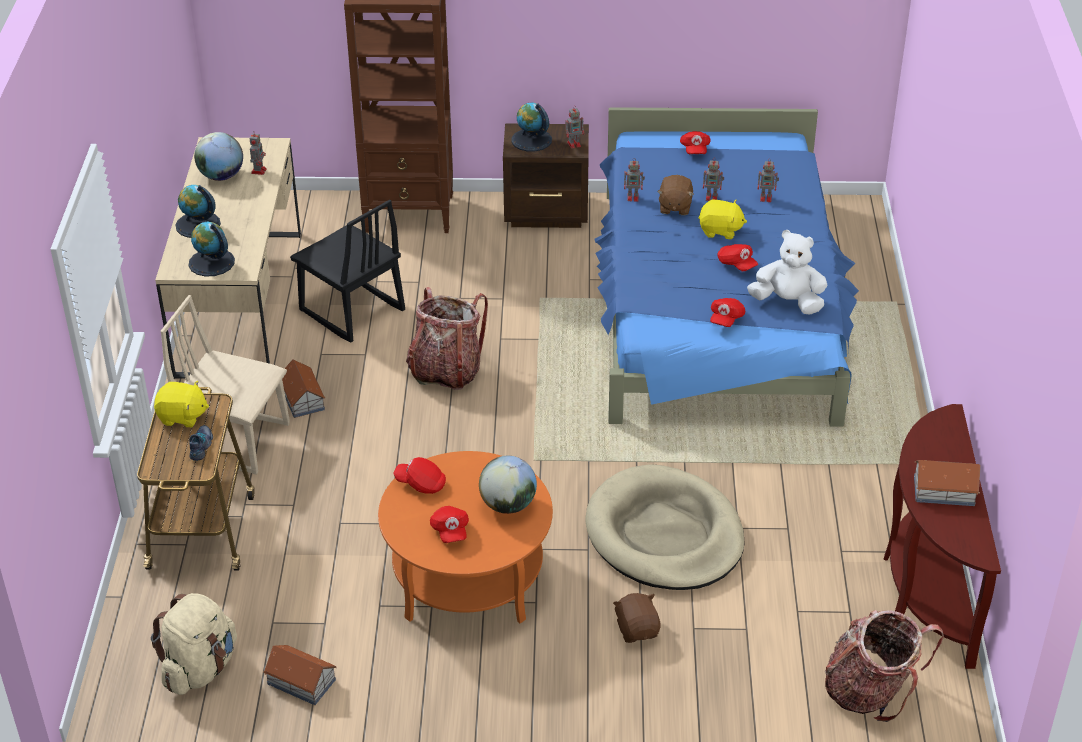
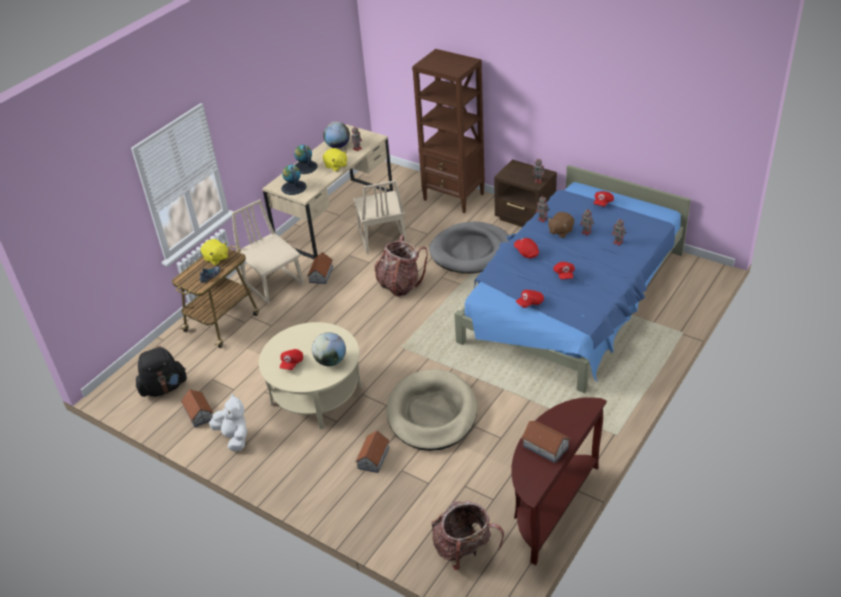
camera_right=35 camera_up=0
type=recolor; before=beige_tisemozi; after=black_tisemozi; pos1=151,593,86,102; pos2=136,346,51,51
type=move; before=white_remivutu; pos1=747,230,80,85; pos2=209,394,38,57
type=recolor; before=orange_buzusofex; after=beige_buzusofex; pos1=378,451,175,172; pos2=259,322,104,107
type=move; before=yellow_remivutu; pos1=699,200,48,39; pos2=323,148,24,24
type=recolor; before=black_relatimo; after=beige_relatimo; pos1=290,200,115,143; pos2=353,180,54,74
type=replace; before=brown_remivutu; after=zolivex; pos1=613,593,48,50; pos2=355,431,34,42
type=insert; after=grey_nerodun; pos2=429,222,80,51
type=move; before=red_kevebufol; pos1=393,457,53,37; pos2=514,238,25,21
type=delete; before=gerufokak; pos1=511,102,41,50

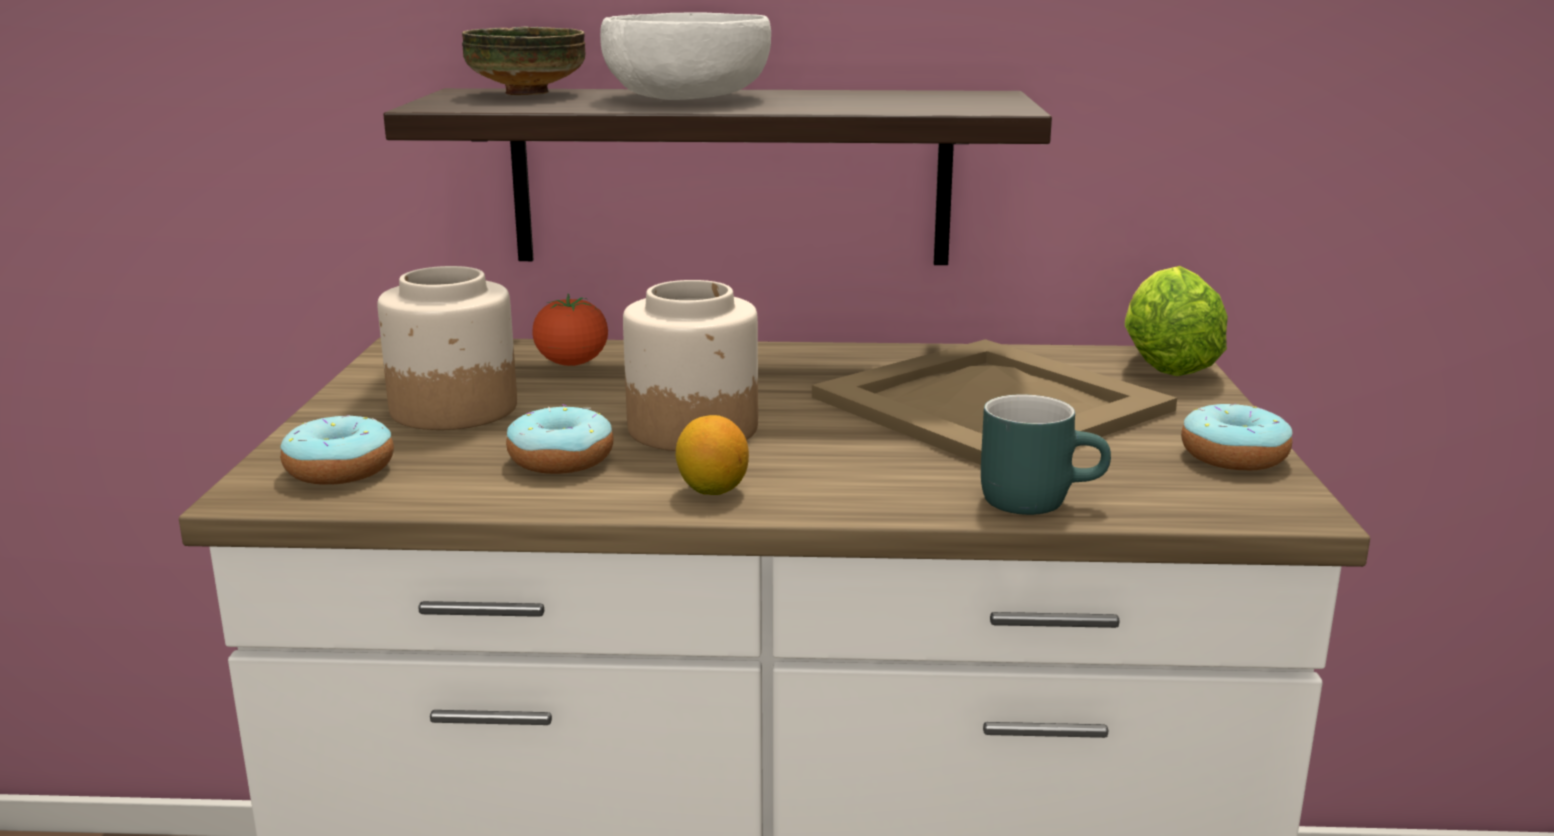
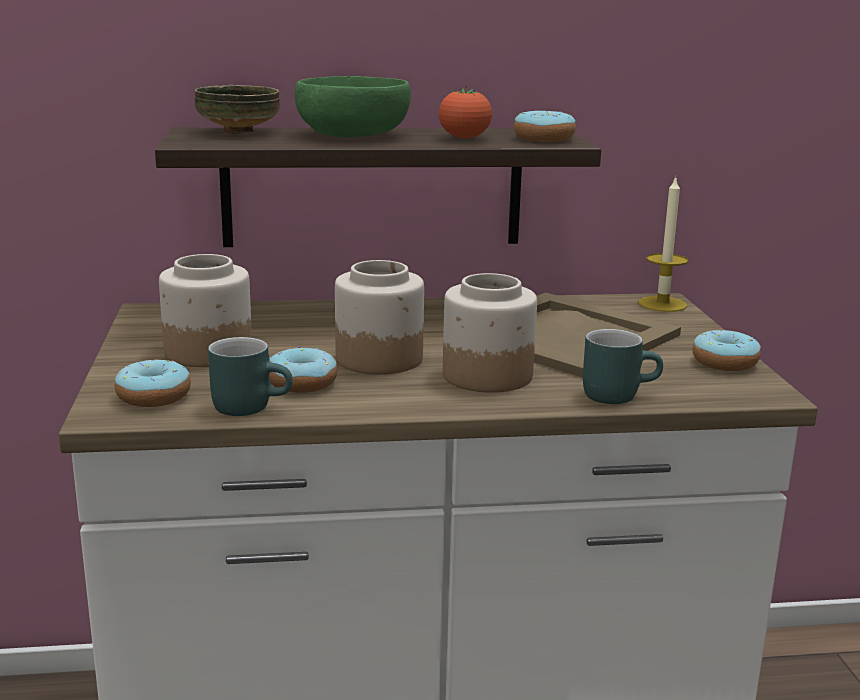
camera_right=-10 camera_up=0
type=insert; after=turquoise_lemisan; pos2=208,337,85,79
type=recolor; before=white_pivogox; after=green_pivogox; pos1=600,12,171,88; pos2=295,76,116,61
type=move; before=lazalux; pos1=532,294,76,72; pos2=439,85,53,54
type=insert; after=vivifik; pos2=443,273,94,120
type=insert; after=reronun; pos2=514,110,62,32
type=replace; before=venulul; after=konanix; pos1=1125,266,103,110; pos2=639,175,49,137
type=delete; before=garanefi; pos1=676,415,73,80

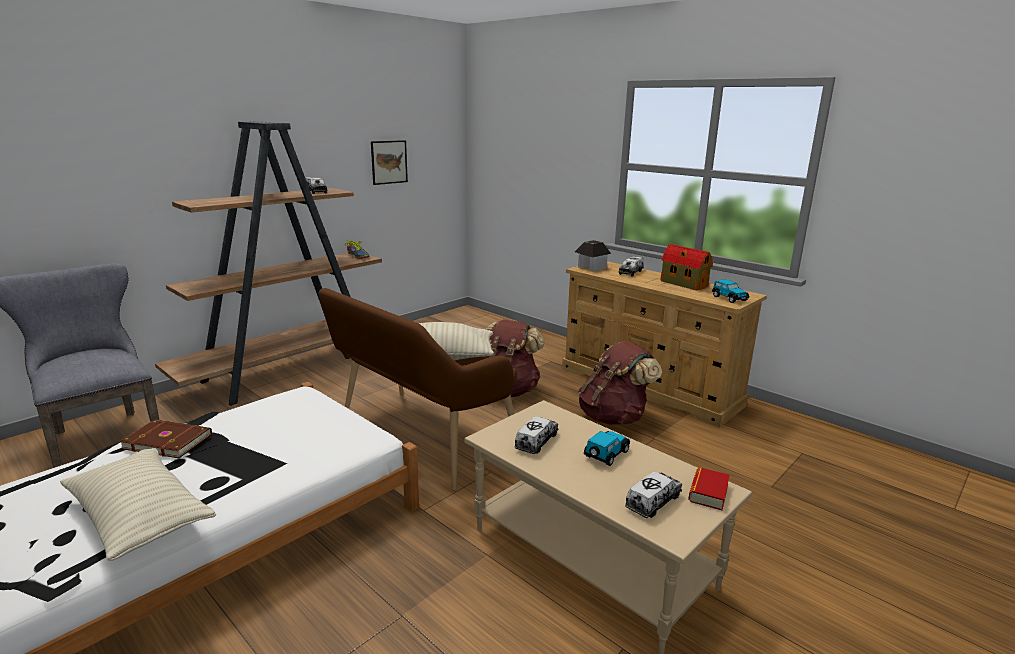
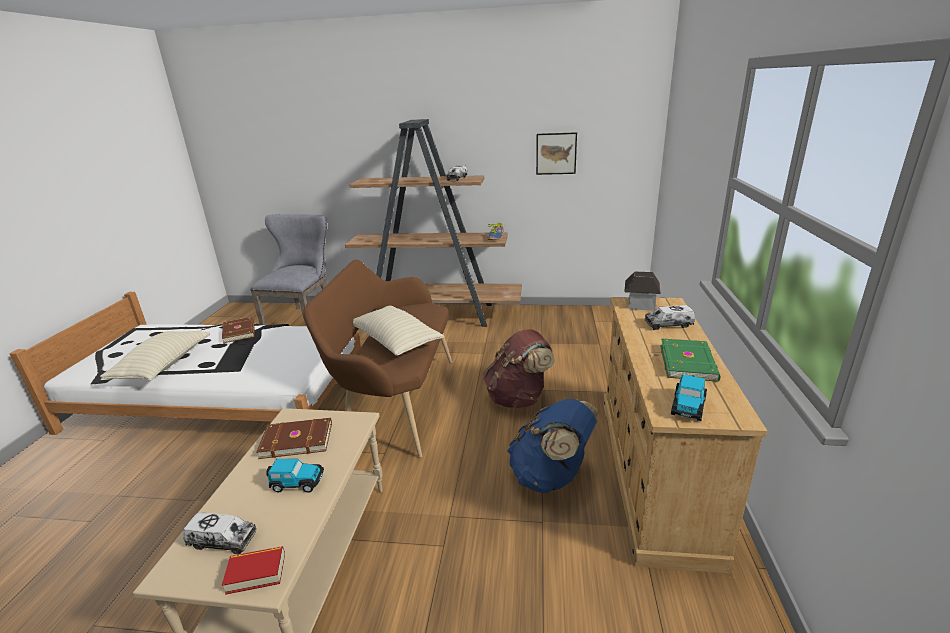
camera_right=55 camera_up=5
type=replace; before=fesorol; after=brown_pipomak; pos1=514,417,45,37; pos2=256,418,76,41
type=recolor; before=brown_tisemozi; after=blue_tisemozi; pos1=578,341,84,84; pos2=508,399,90,94
type=replace; before=zolivex; after=green_pipomak; pos1=660,244,53,47; pos2=660,338,60,44

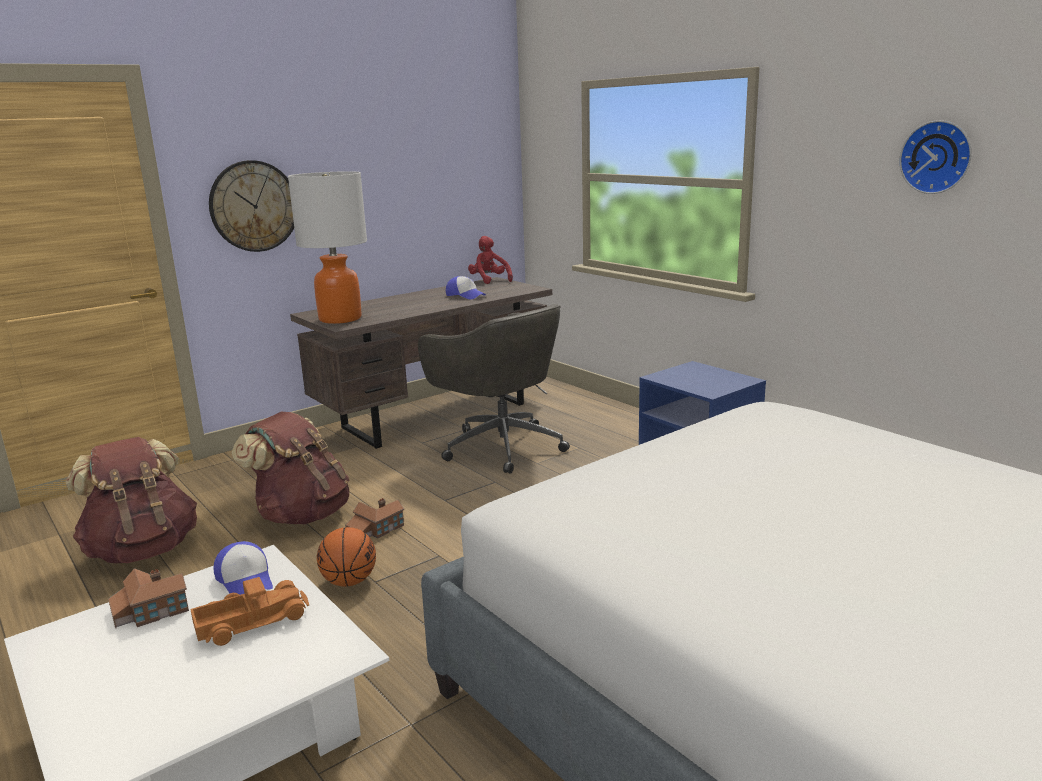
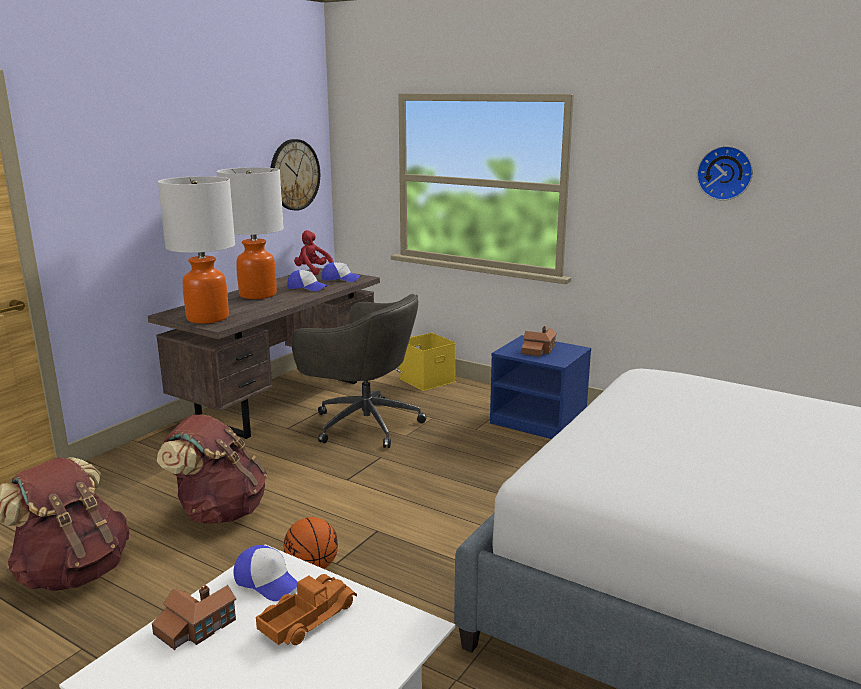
camera_right=-20 camera_up=0
type=insert; after=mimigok; pos2=217,167,67,132
type=move; before=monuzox; pos1=209,160,85,92; pos2=270,139,50,72
type=insert; after=kevebufol; pos2=322,262,39,20
type=insert; after=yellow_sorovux; pos2=400,333,56,58
type=move; before=zolivex; pos1=345,498,59,40; pos2=521,326,36,31

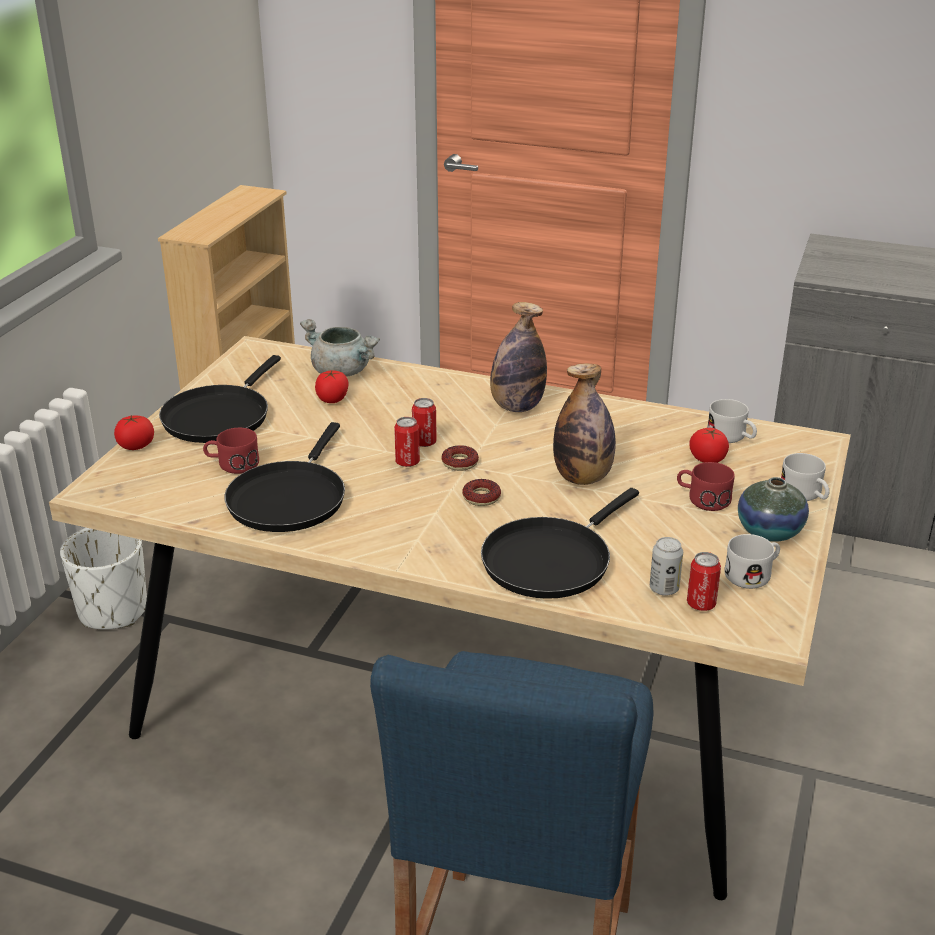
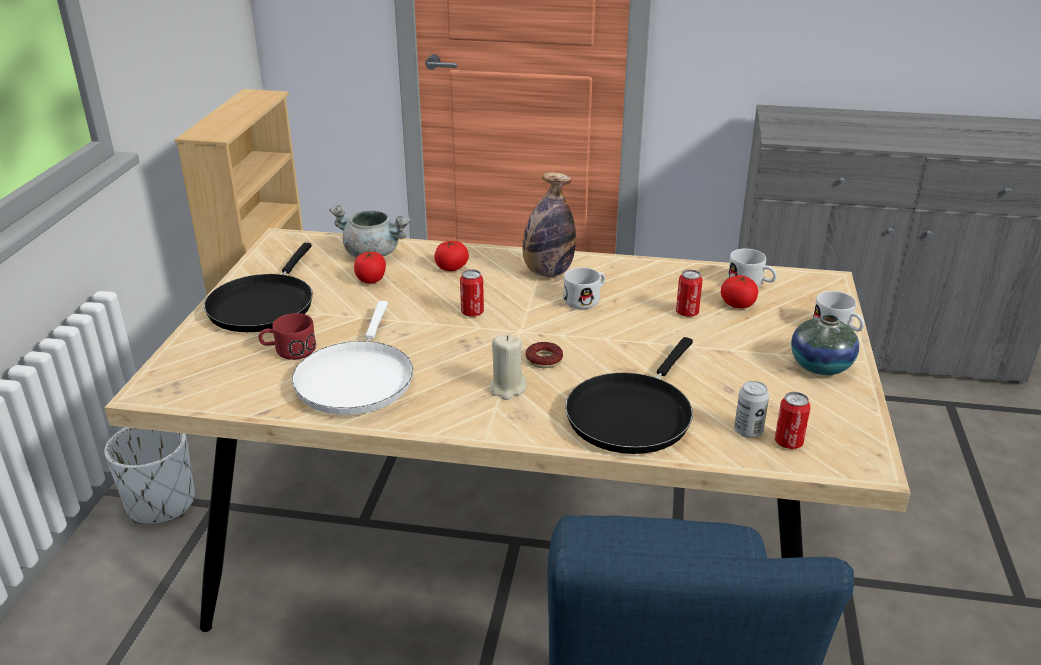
camera_right=-10 camera_up=0
type=recolor; before=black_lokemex; after=white_lokemex; pos1=224,422,121,110; pos2=292,301,121,114
type=move; before=lazalux; pos1=114,415,40,35; pos2=434,240,35,31
type=insert; after=beige_konanix; pos2=490,334,37,66
type=move; before=white_lemisan; pos1=724,534,56,55; pos2=563,267,42,42
type=move; before=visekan; pos1=394,417,26,50; pos2=676,270,26,47
type=delete; before=reronun; pos1=442,445,37,26
type=delete; before=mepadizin; pos1=553,363,63,122
type=delete; before=red_lemisan; pos1=677,462,58,49

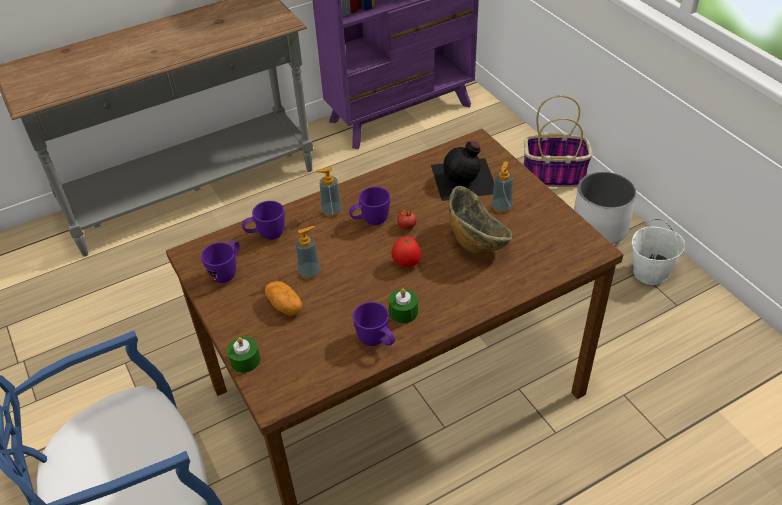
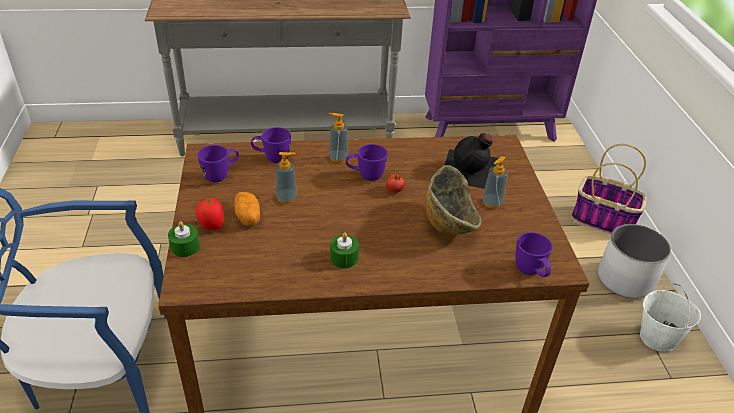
camera_right=20 camera_up=-5
type=move; before=lazalux; pos1=391,236,30,31; pos2=195,198,29,32
type=move; before=purple_lemisan; pos1=353,302,42,44; pos2=515,232,37,45

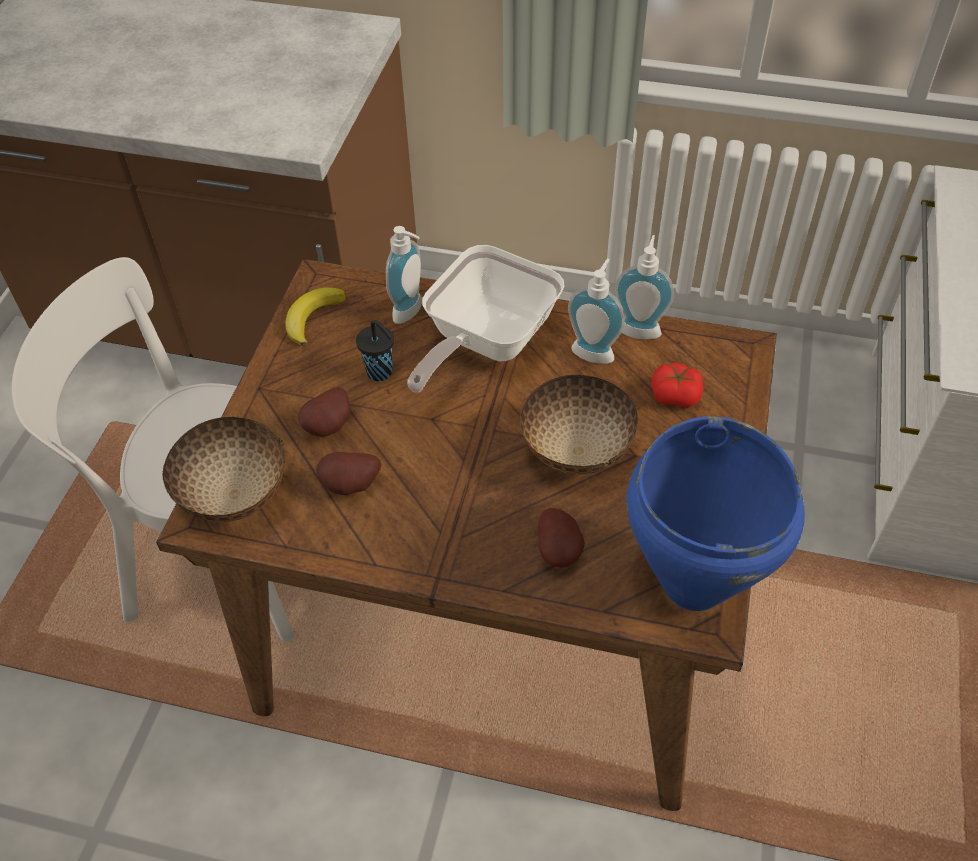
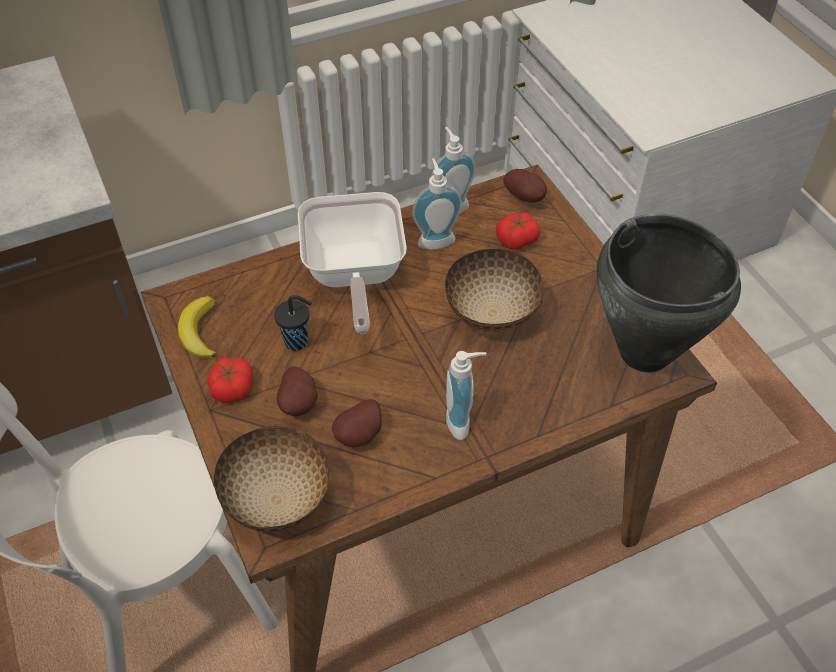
camera_right=-40 camera_up=0
type=insert; after=lazalux; pos2=207,357,46,46
type=move; before=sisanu; pos1=386,226,36,98; pos2=446,351,40,89
type=move; before=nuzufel; pos1=538,508,47,60; pos2=503,169,44,34
type=recolor; before=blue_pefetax; after=black_pefetax; pos1=626,416,179,195; pos2=597,214,144,158

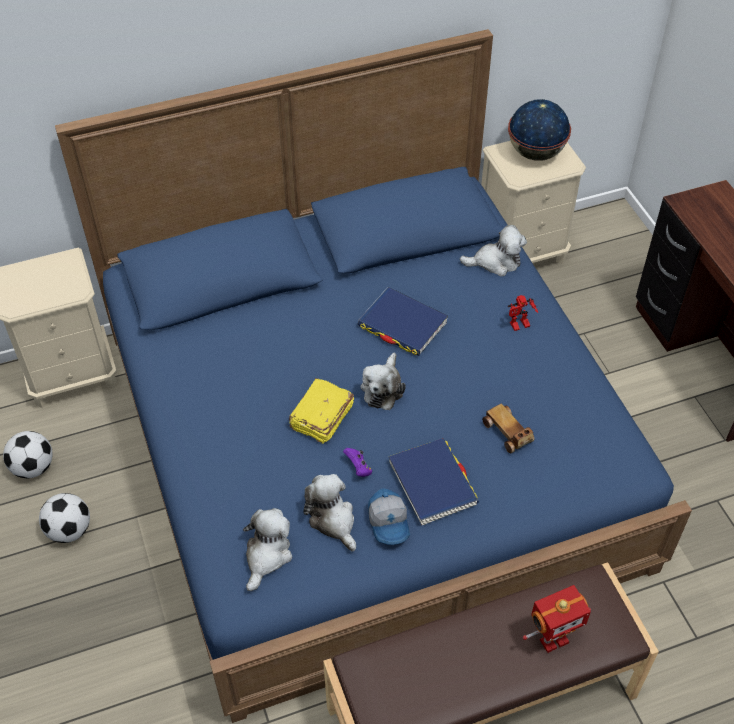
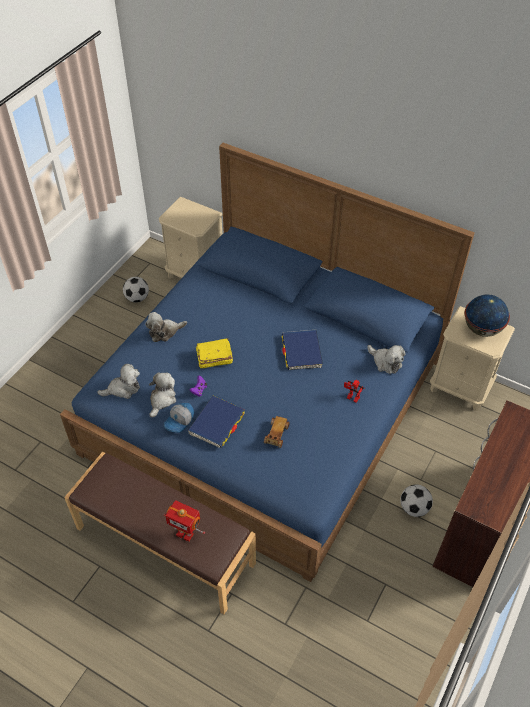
camera_right=50 camera_up=0
type=move; before=remivutu; pos1=361,353,45,57; pos2=145,312,42,30
type=move; before=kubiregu; pos1=39,493,51,50; pos2=400,485,33,32

